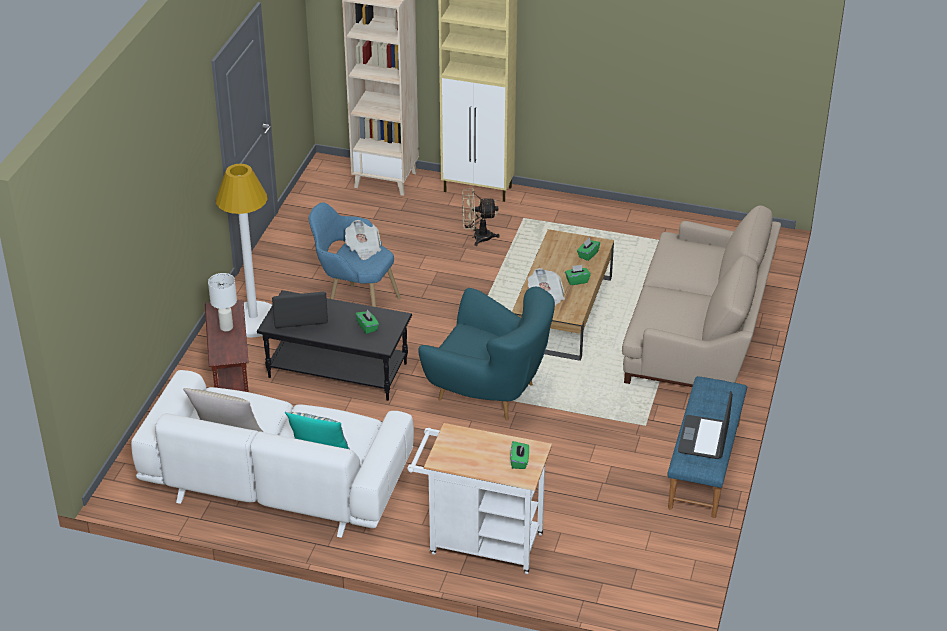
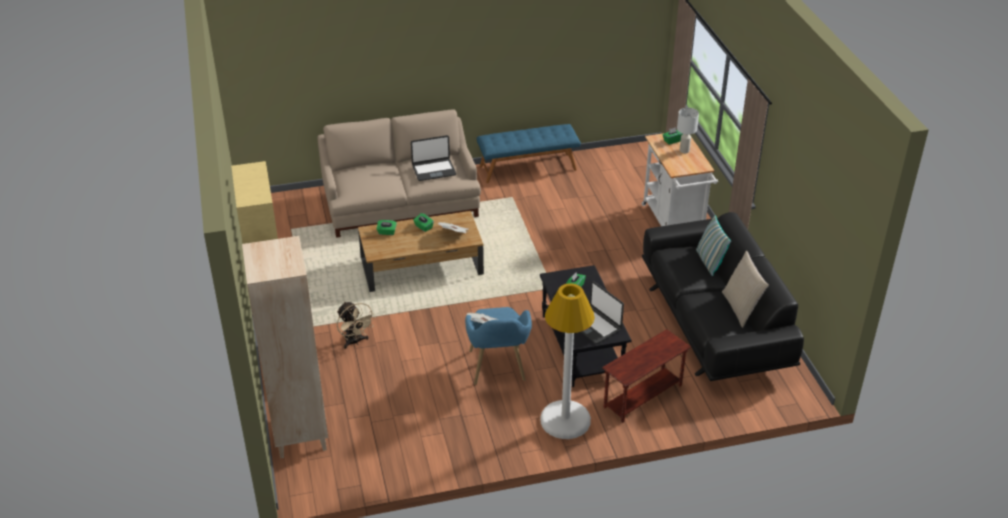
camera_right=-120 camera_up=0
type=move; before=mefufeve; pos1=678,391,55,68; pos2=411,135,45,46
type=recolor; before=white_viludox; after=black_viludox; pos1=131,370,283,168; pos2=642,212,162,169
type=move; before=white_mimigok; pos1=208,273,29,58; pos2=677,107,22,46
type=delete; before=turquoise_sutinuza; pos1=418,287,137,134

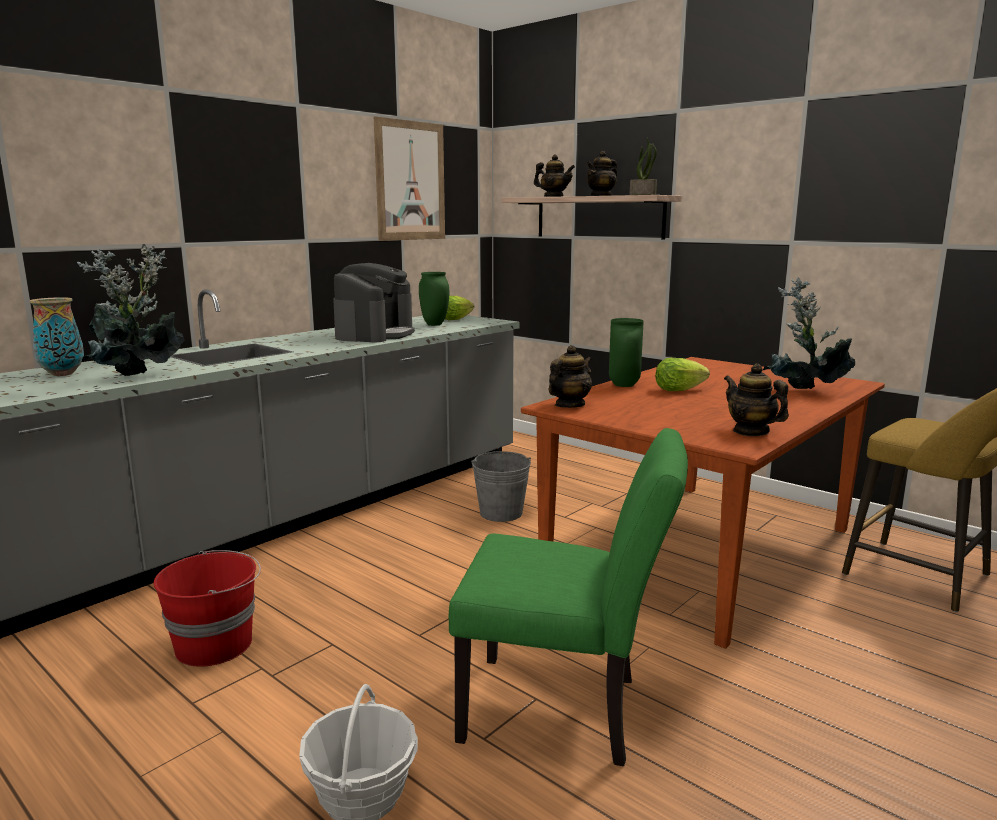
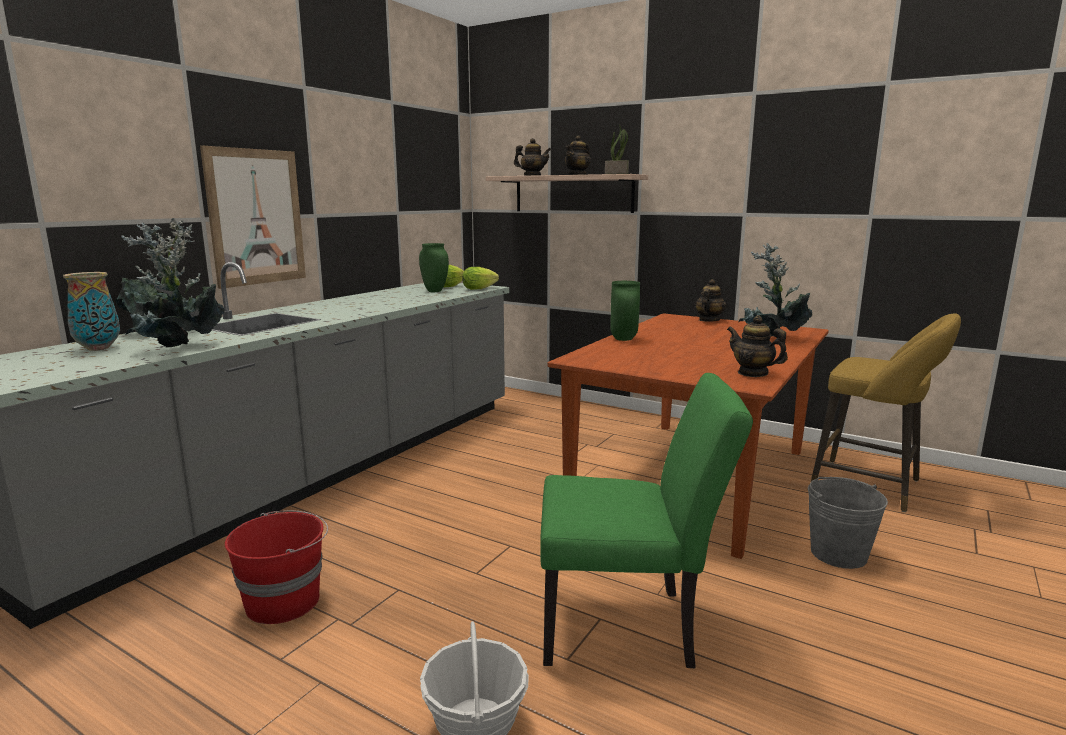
camera_right=-10 camera_up=0
type=move; before=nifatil; pos1=374,116,71,125; pos2=200,145,106,144
type=move; before=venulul; pos1=656,358,54,33; pos2=462,267,37,23
type=move; before=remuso; pos1=548,345,44,63; pos2=695,279,31,42
type=move; before=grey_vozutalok; pos1=471,451,60,71; pos2=808,477,80,92
type=delete; before=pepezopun; pos1=333,263,82,79

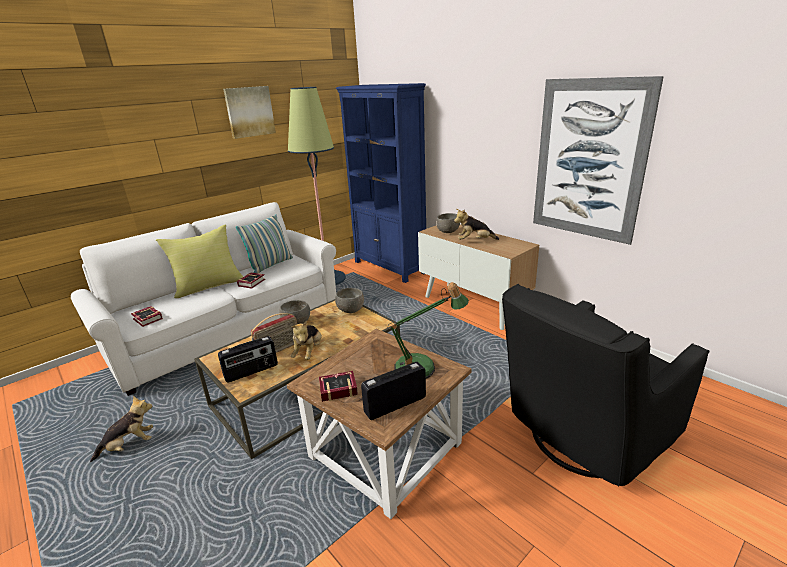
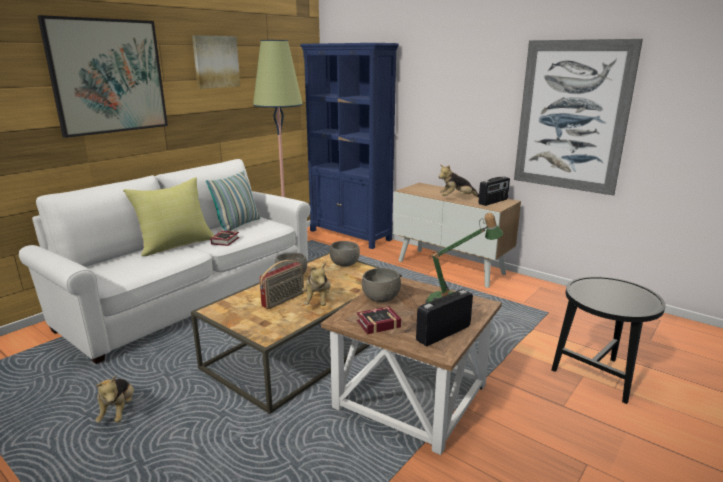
camera_right=-10 camera_up=-5
type=insert; after=nifatil; pos2=38,15,130,123
type=rotate; before=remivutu; pos1=90,396,63,66; pos2=95,375,39,48; turn=120
type=move; before=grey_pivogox; pos1=436,213,24,20; pos2=362,268,39,35
type=move; before=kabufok; pos1=218,336,60,47; pos2=478,176,32,30
type=replace; before=black_sutinuza; after=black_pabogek; pos1=502,284,207,202; pos2=552,276,113,128
type=delete; before=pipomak; pos1=131,306,32,21

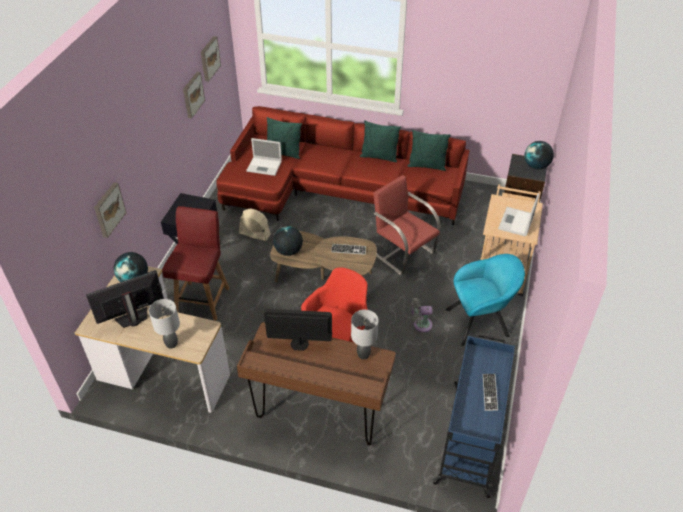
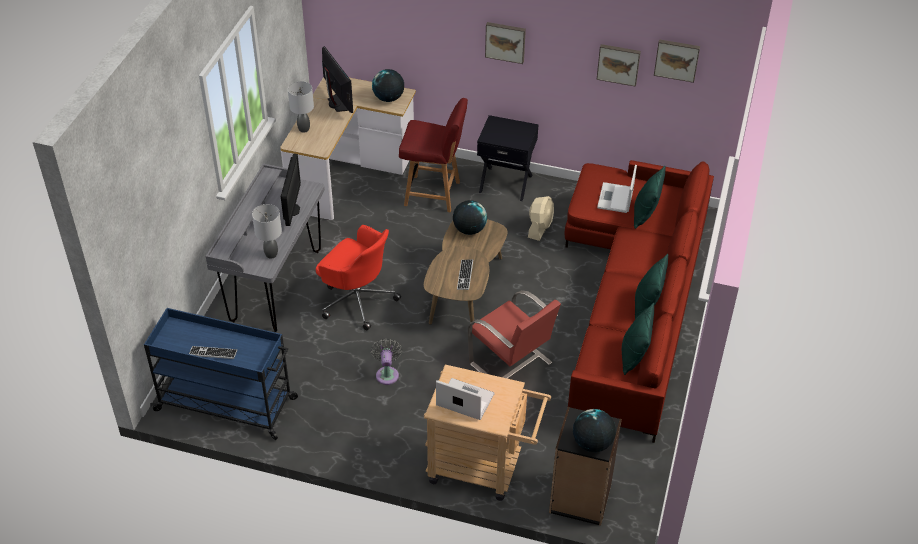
camera_right=90 camera_up=0
type=recolor; before=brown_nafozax; after=grey_nafozax; pos1=237,322,159,124; pos2=206,164,119,168
type=rotate; before=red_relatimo; pos1=373,175,68,101; pos2=468,290,93,89; turn=90
type=move; before=nifatil; pos1=94,182,33,56; pos2=485,22,41,42
type=delete; before=turquoise_sutinuza; pos1=446,254,79,92

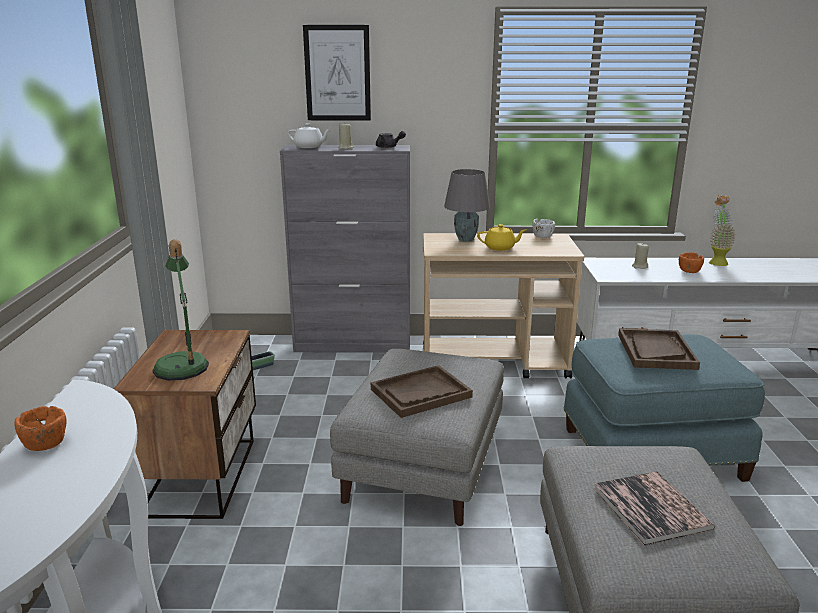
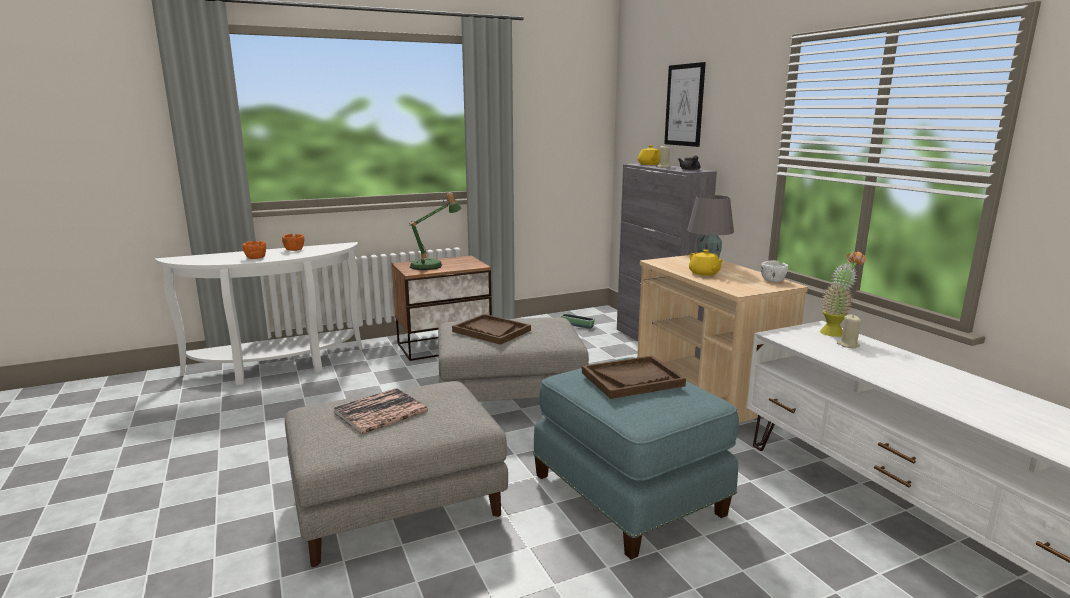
camera_right=65 camera_up=-5
type=move; before=orange_pivogox; pos1=679,252,25,21; pos2=242,241,24,18
type=recolor; before=white_remuso; after=yellow_remuso; pos1=288,123,43,25; pos2=638,145,22,20
type=move; before=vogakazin; pos1=709,195,27,71; pos2=820,251,46,86

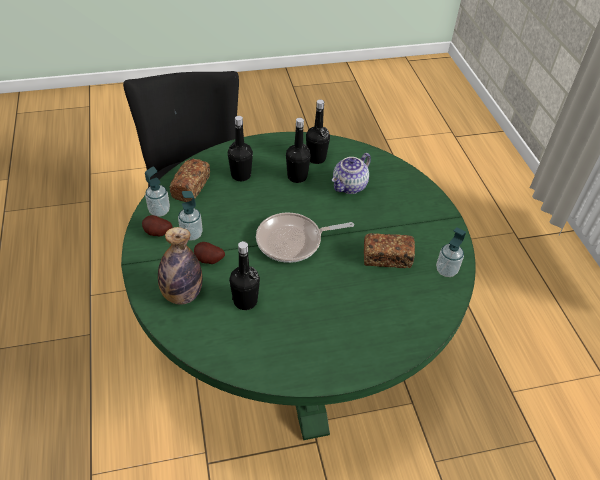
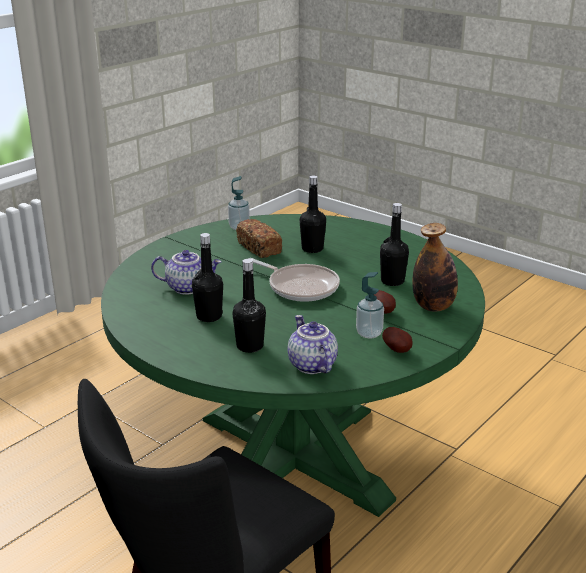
camera_right=-125 camera_up=-20
type=replace; before=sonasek; after=remuso; pos1=170,159,40,43; pos2=288,315,50,59
type=move; before=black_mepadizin; pos1=306,99,24,65; pos2=300,175,26,78
type=delete; before=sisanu; pos1=145,166,25,51

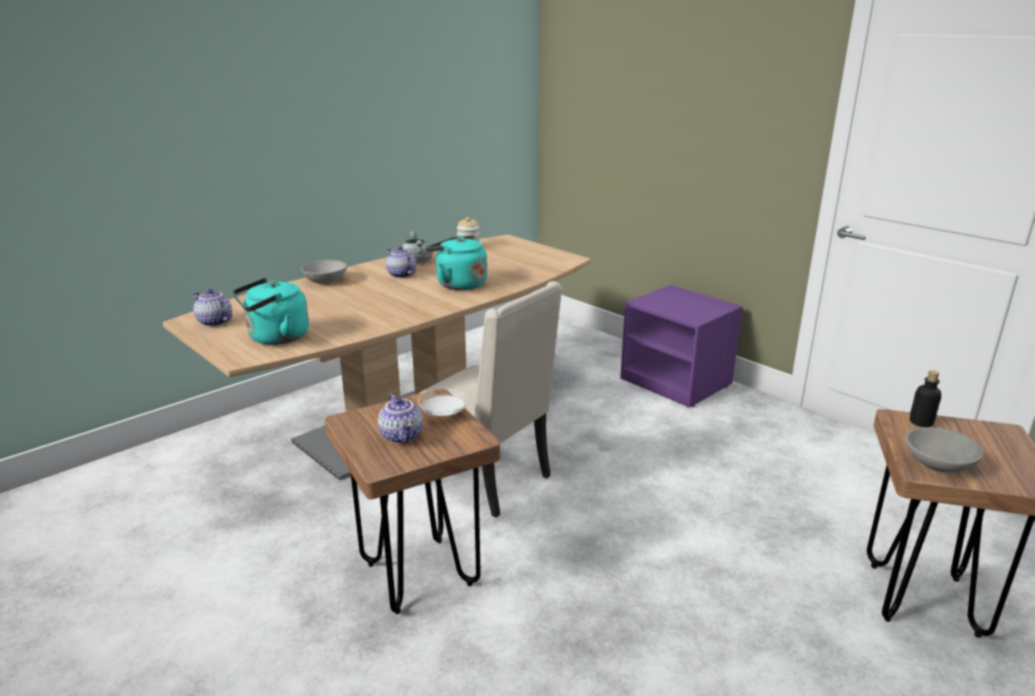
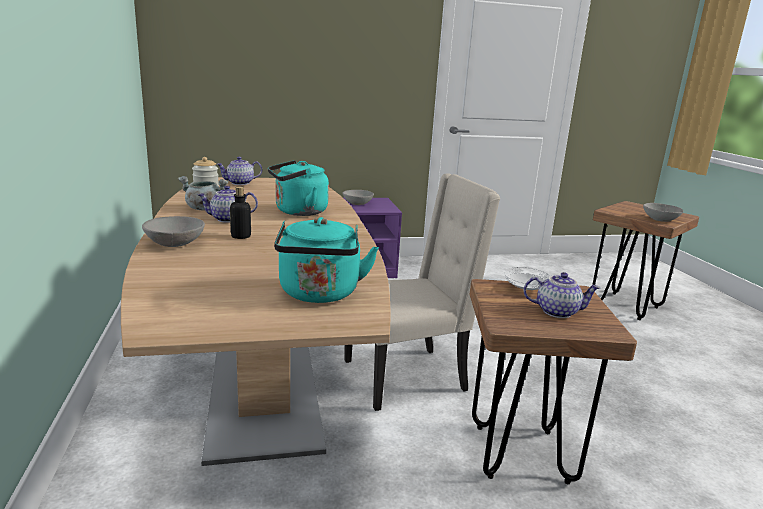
camera_right=-60 camera_up=-5
type=move; before=remuso; pos1=192,289,40,38; pos2=216,157,46,28
type=move; before=mepadizin; pos1=910,370,31,57; pos2=230,187,21,52
type=insert; after=grey_pivogox; pos2=343,190,31,15

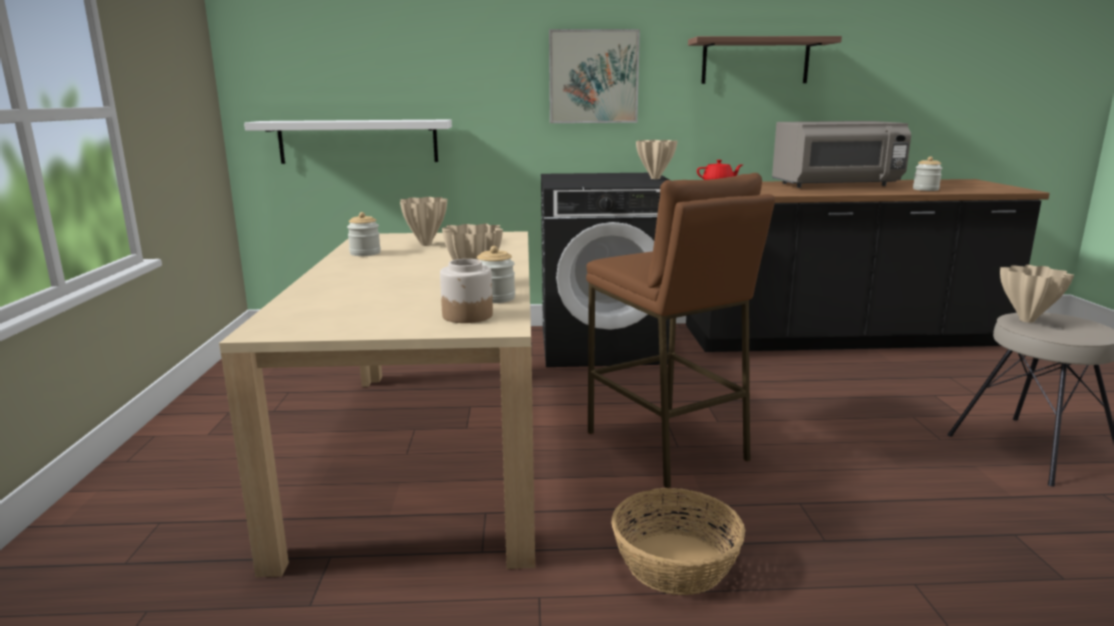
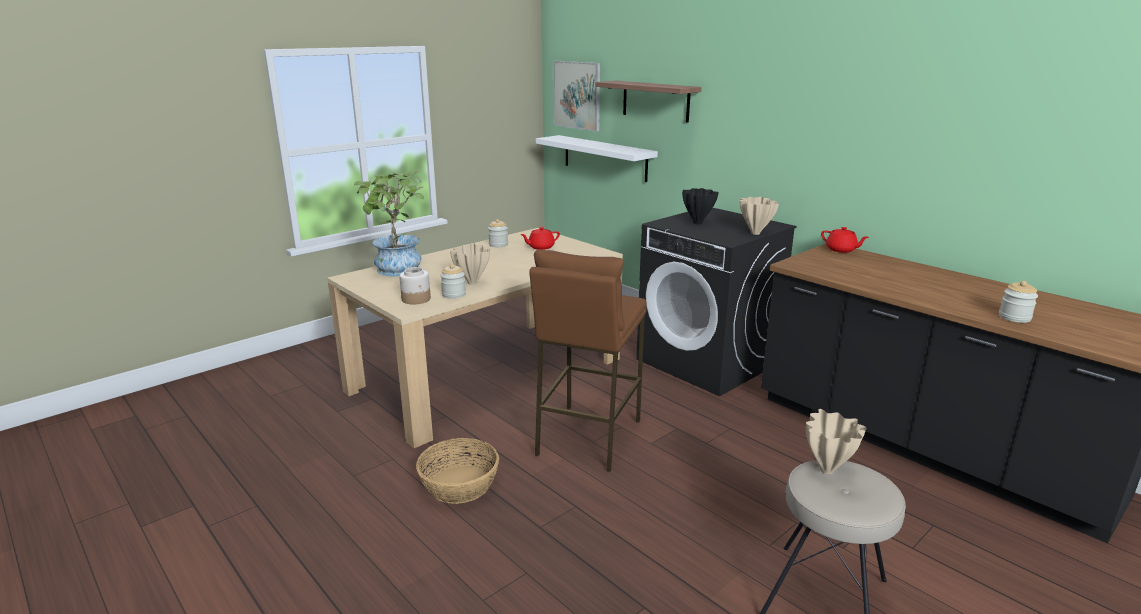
camera_right=50 camera_up=5
type=insert; after=vogakazin; pos2=354,170,70,106
type=replace; before=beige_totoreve; after=red_remuso; pos1=400,197,47,49; pos2=520,227,40,23
type=move; before=nifatil; pos1=549,29,91,94; pos2=553,61,47,71
type=move; before=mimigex; pos1=688,36,154,48; pos2=595,81,106,42
type=insert; after=black_totoreve; pos2=682,188,37,36
type=delete; before=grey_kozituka; pos1=772,121,139,67

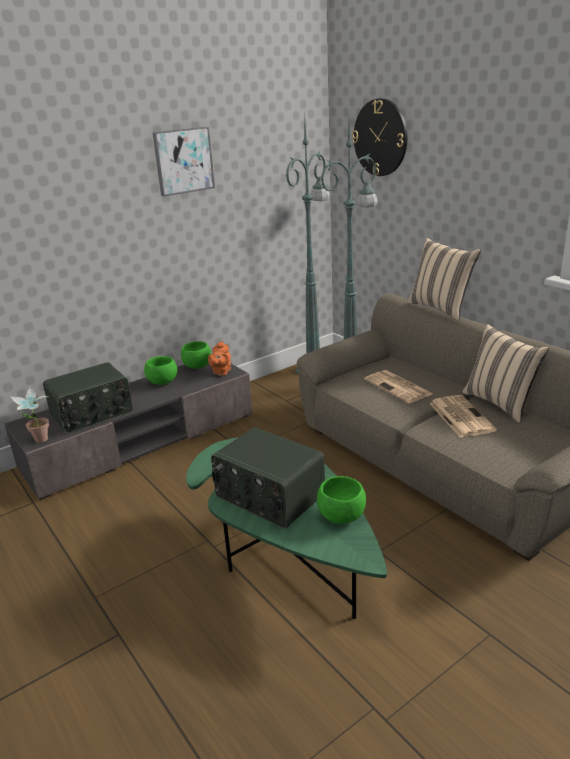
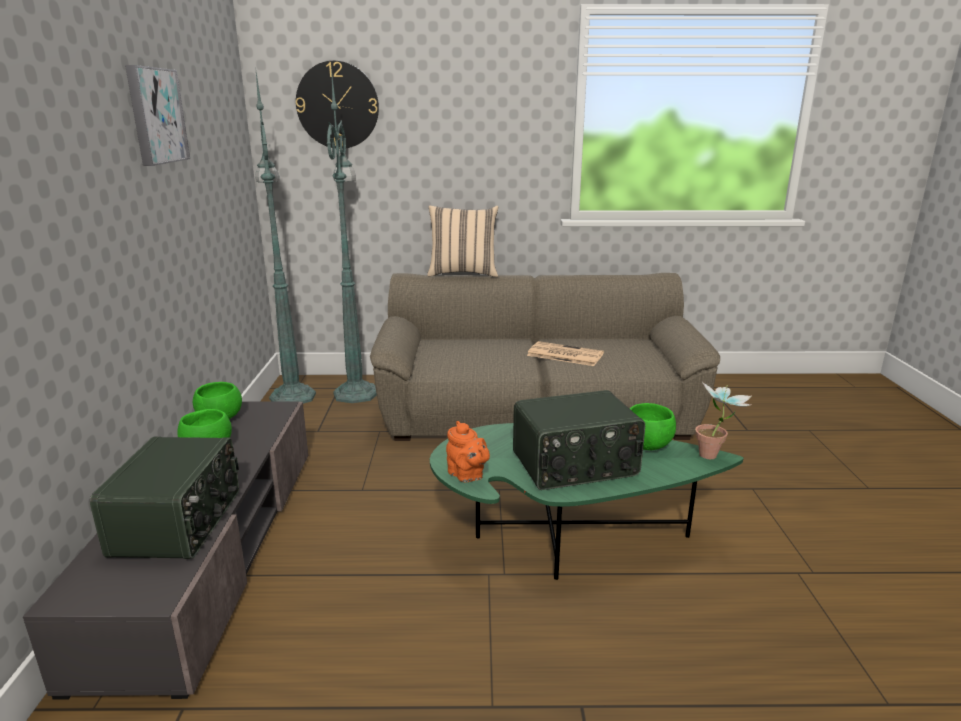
camera_right=-55 camera_up=-5
type=move; before=orange_remuso; pos1=208,341,23,35; pos2=446,421,44,61
type=move; before=vogakazin; pos1=11,386,38,57; pos2=695,382,57,77
type=delete; before=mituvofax; pos1=364,370,68,33
type=delete; before=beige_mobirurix; pos1=463,324,86,99

